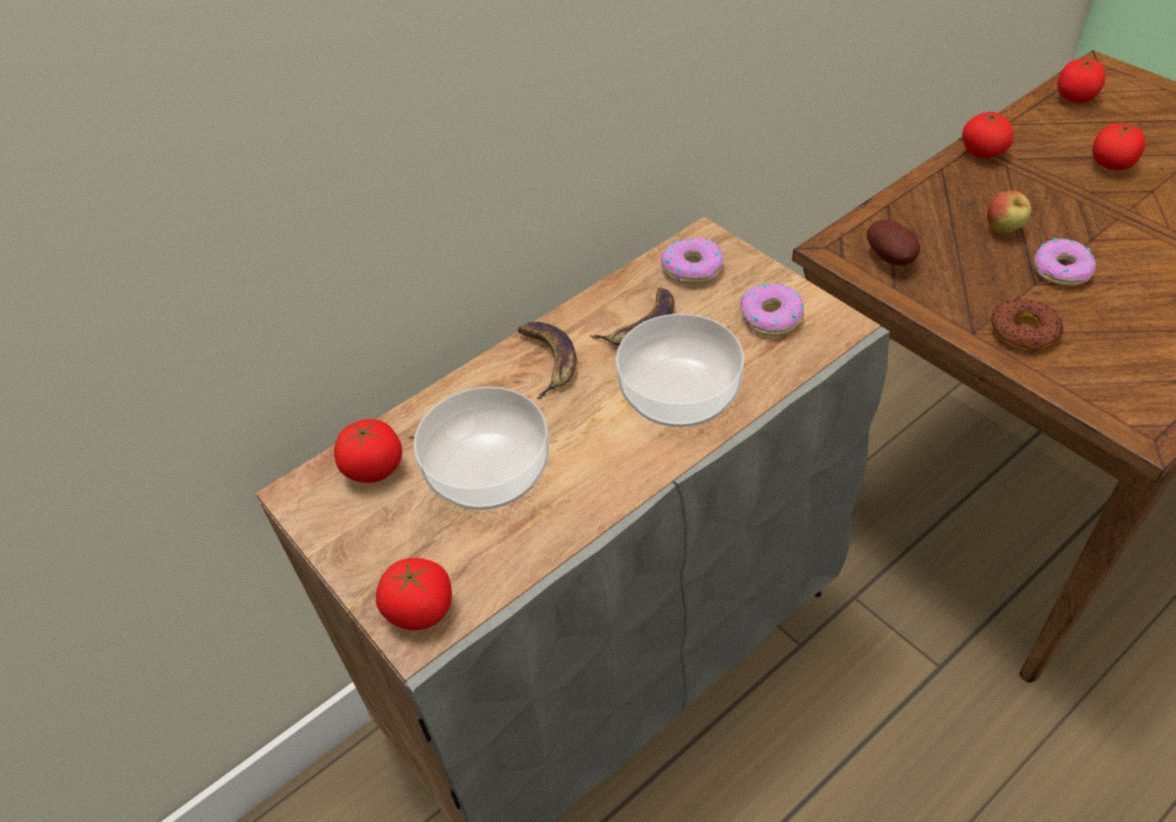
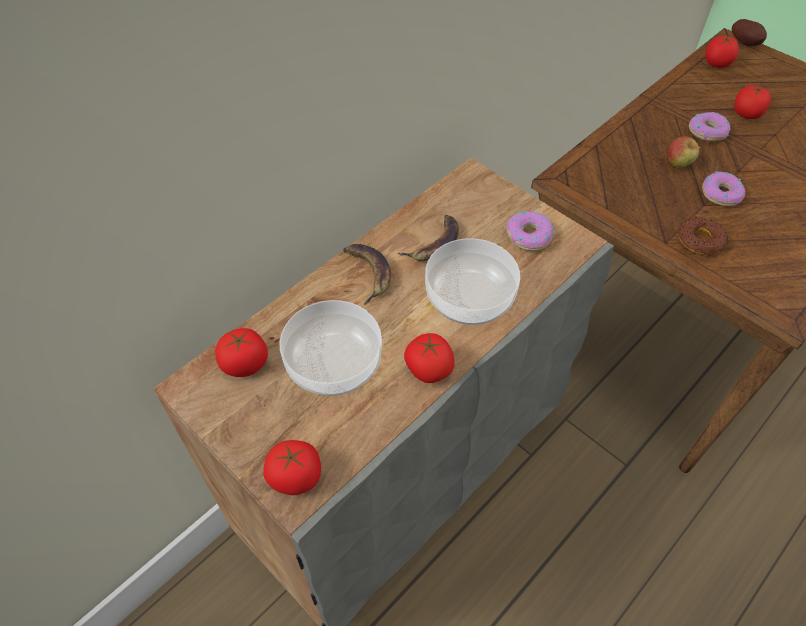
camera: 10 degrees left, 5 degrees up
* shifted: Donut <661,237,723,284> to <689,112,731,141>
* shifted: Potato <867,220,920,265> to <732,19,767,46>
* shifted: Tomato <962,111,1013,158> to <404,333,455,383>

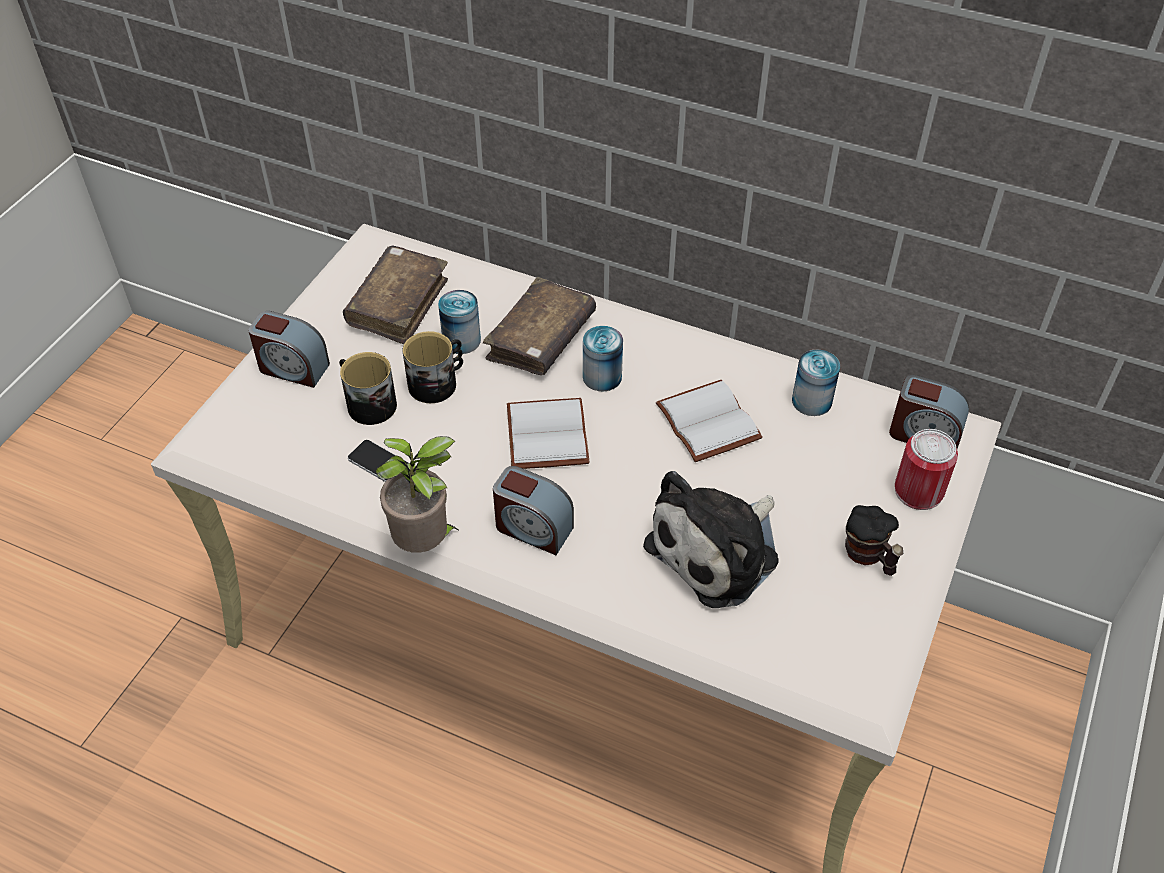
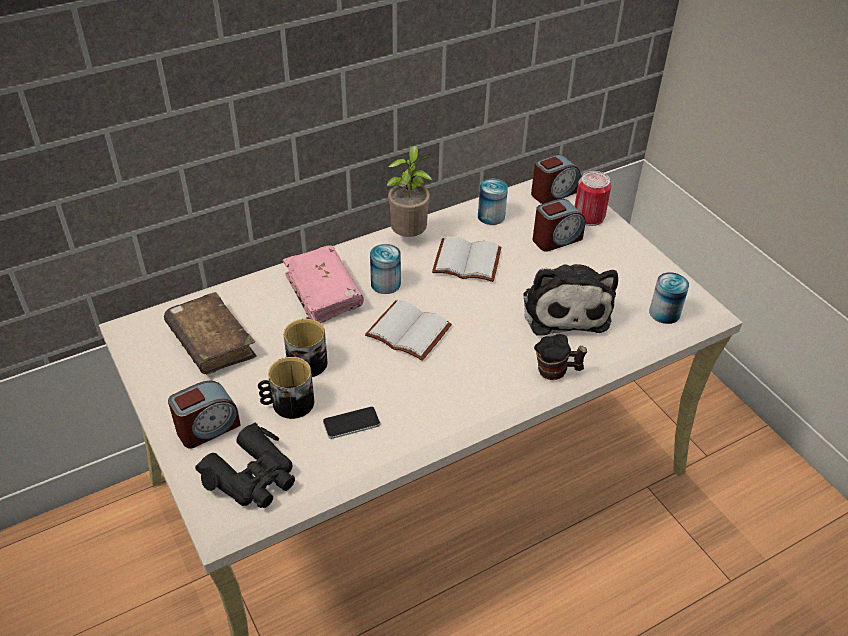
camera: 55 degrees left, 5 degrees down
* shifted: PottedPlant <376,436,460,553> to <387,145,433,237>
* shifted: Can <438,290,481,354> to <649,272,689,324>
* repainted: BrownBook <483,277,596,375> to PinkBook <283,245,364,323>
* shifted: AlarmClock <493,466,574,555> to <533,199,586,252>
* shifted: Mug <845,505,903,576> to <534,334,587,380>
* new: BlackBinoculars <195,423,295,508>

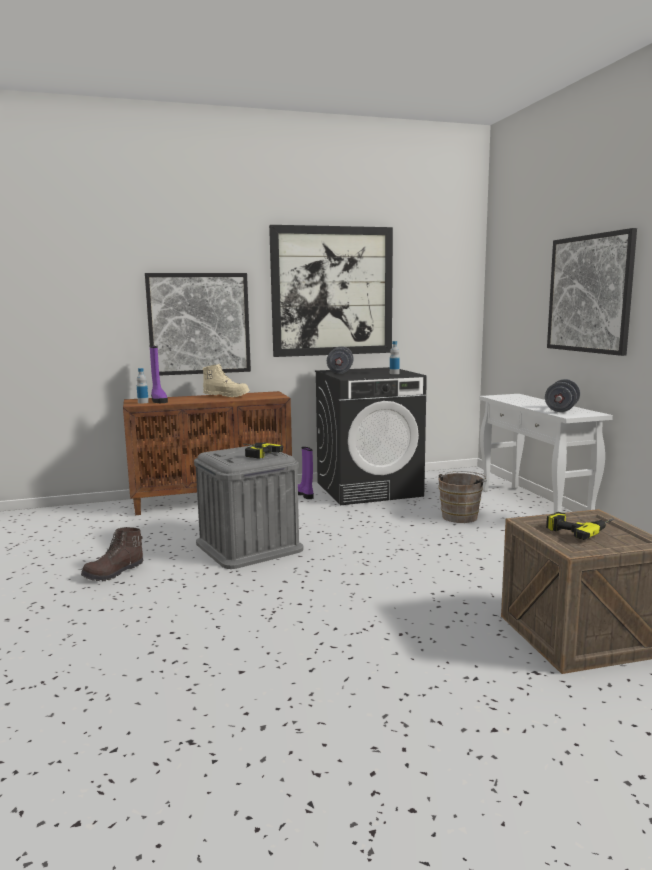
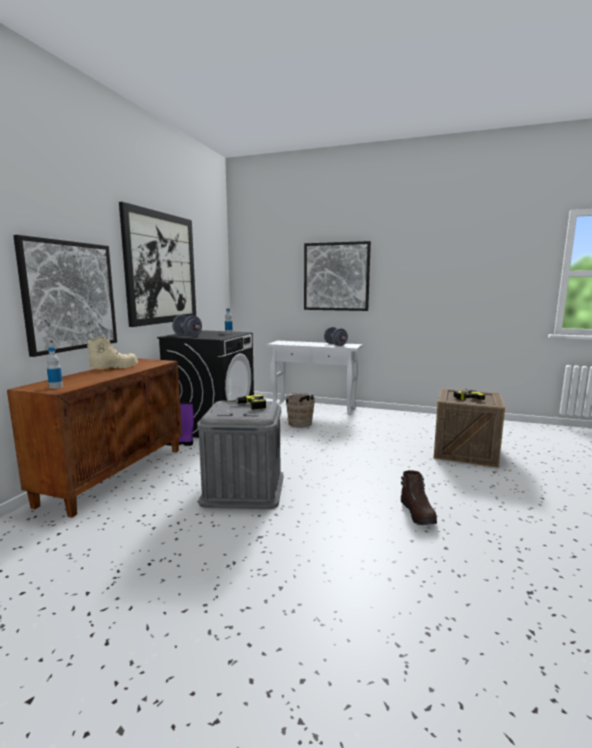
camera: 55 degrees left, 0 degrees up
* shifted: BrownBoot <81,527,144,581> to <401,470,437,525>
* gone: PurpleBoot <150,345,168,403>

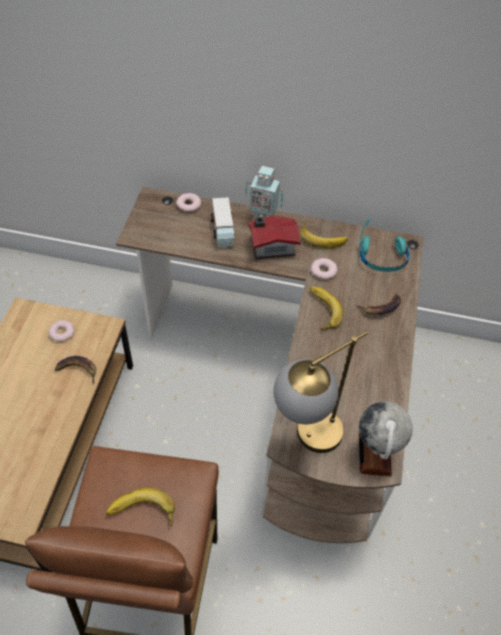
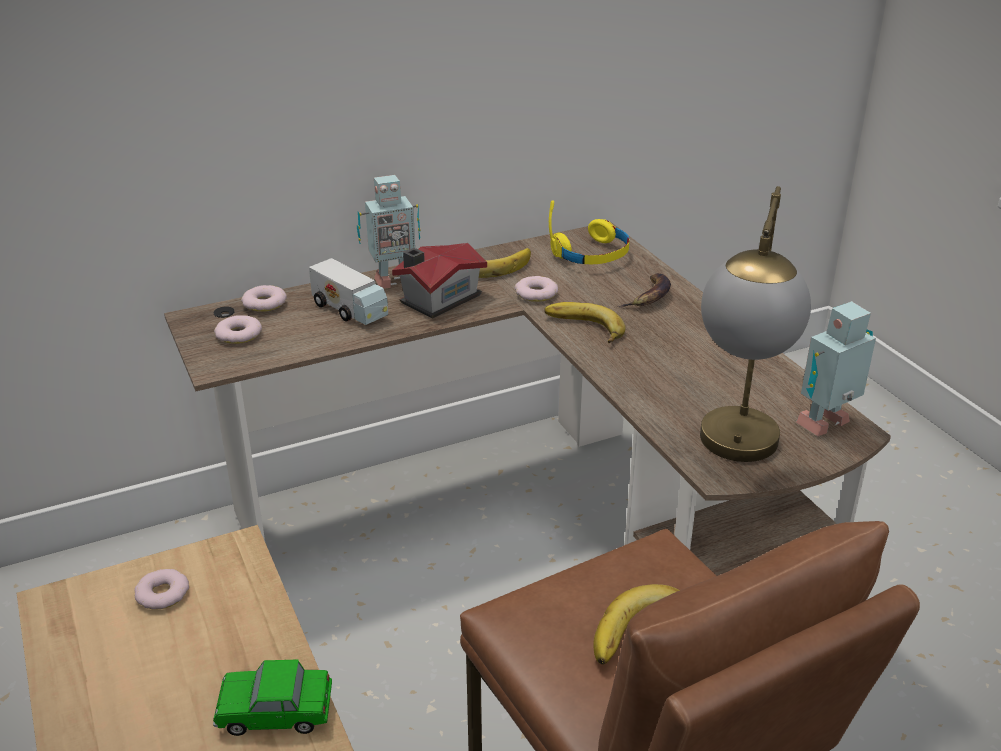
camera: 35 degrees left, 20 degrees down
* gone: Banana <54,356,96,384>
* repainted: TurquoiseHeadphones <359,218,410,272> to YellowHeadphones <549,200,630,264>
* swapped: Globe <359,401,413,476> to ToyRobot <796,301,876,436>
* new: ToyCar <213,659,332,736>
* new: Donut <214,315,262,344>

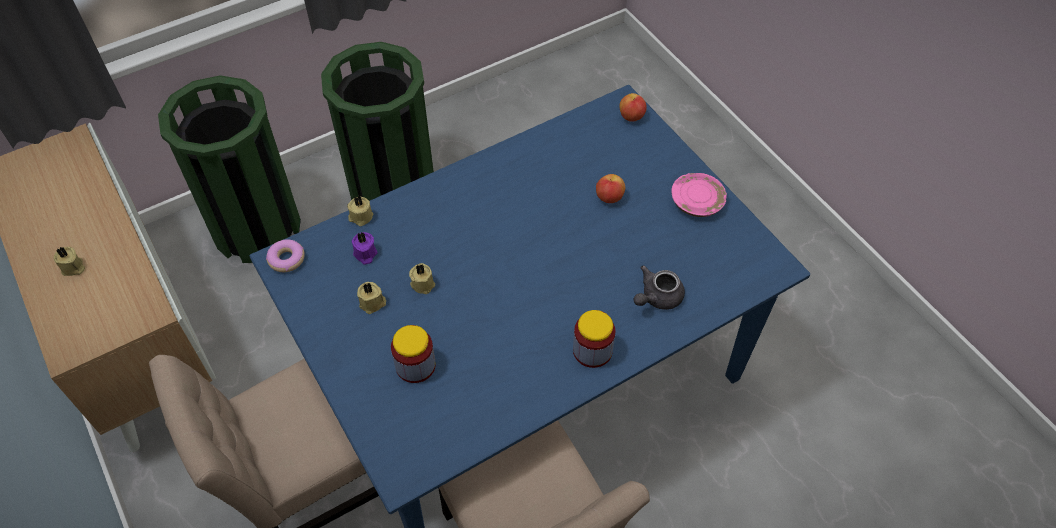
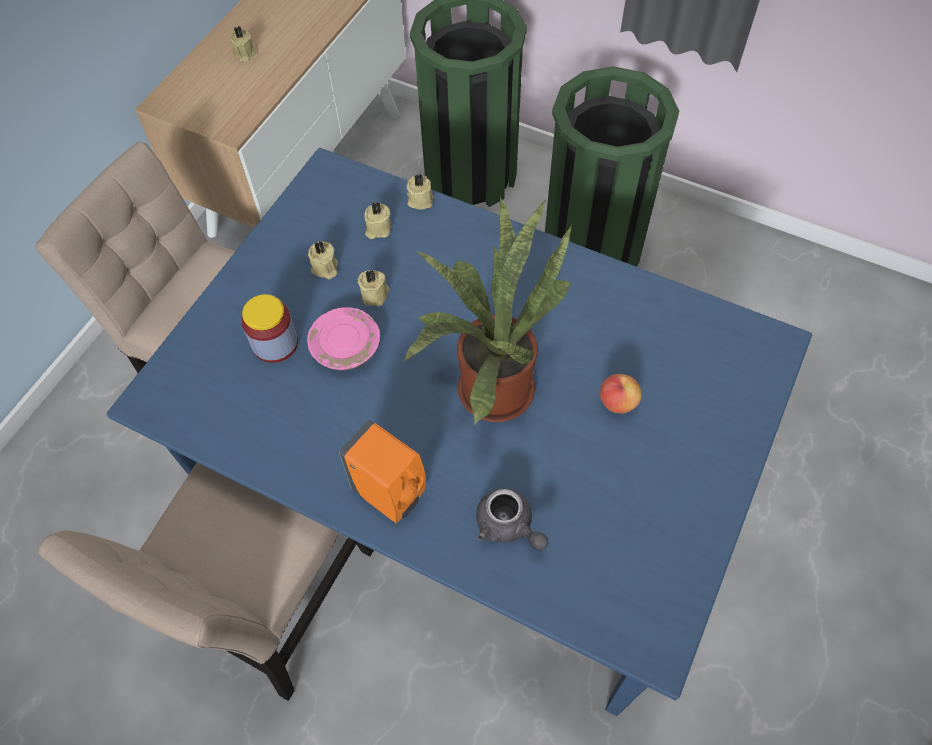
camera: 60 degrees right, 5 degrees up
* gone: Donut <266,239,305,272>
* repainted: PurpleCandle <352,232,377,264> to BeigeCandle <364,202,391,239>
* swapped: Jar <573,310,615,368> to OrangeSoapDispenser <340,420,426,523>
* gone: Apple <619,93,647,122>
* rotated: GreyTeapot <634,266,685,310> = <476,488,548,551> 150 degrees counterclockwise
* shifted: PinkPlate <671,173,727,217> to <307,307,380,370>
* new: PottedPlant <404,196,572,425>

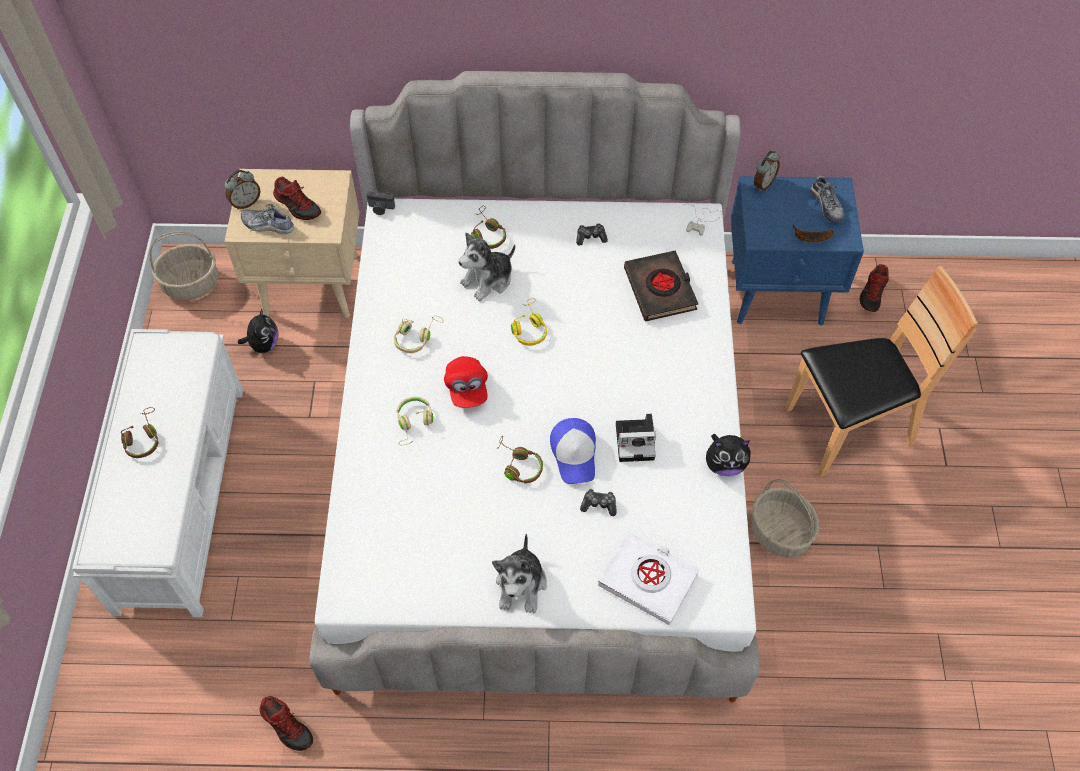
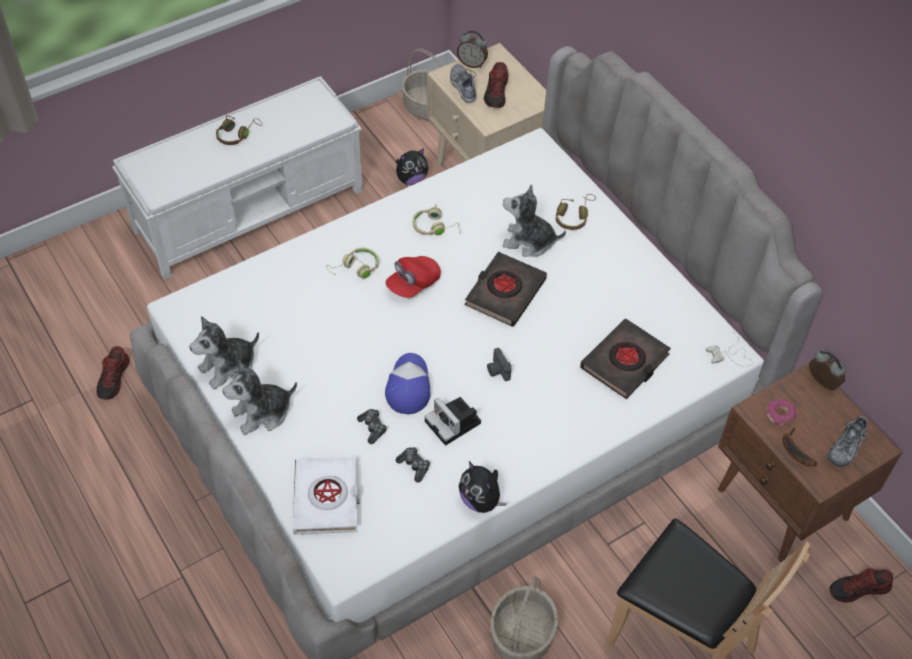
camera: 55 degrees right, 5 degrees down
* shifted: PhotoCamera <367,191,395,215> to <487,348,512,381>
* gone: BrownHeadphones <497,436,543,483>
* swapped: YellowHeadphones <511,298,547,346> to BlackBook <465,252,547,327>
* rotated: Cap <550,418,596,484> = <385,353,430,414> 135 degrees clockwise
* shifted: GameController <576,223,608,246> to <396,447,430,482>
* repainted: BlueNightstand <731,176,864,325> to BrownNightstand <718,362,902,562>
* rotated: AlarmClock <754,151,780,192> = <809,350,845,390> 135 degrees counterclockwise
* new: PlushToy <189,316,259,389>
* new: Donut <766,398,796,425>

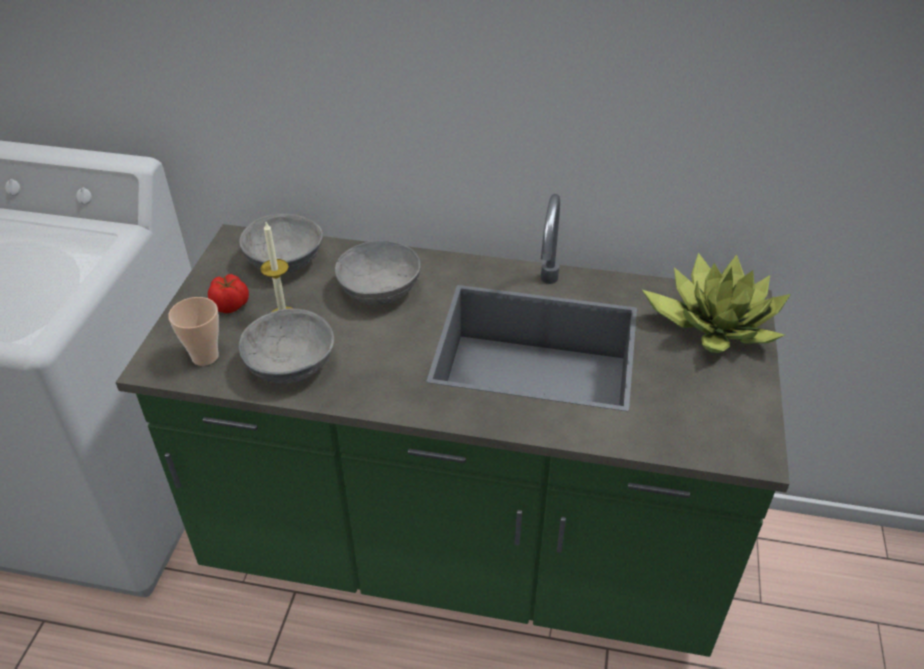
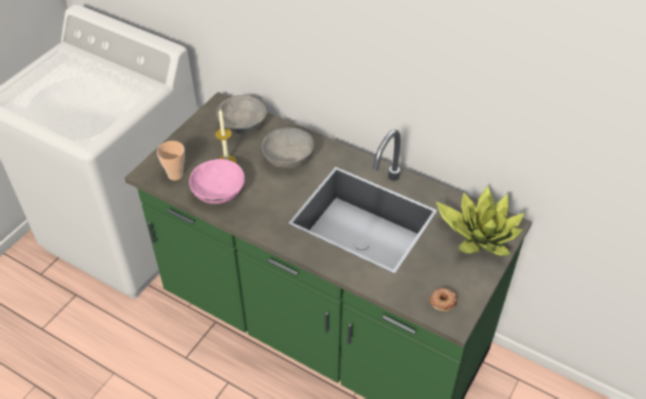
camera: 20 degrees right, 5 degrees up
* gone: Tomato <208,274,249,313>
* repainted: GreyBowl <238,308,334,384> to PinkBowl <189,159,245,204>
* new: Donut <429,288,457,311>

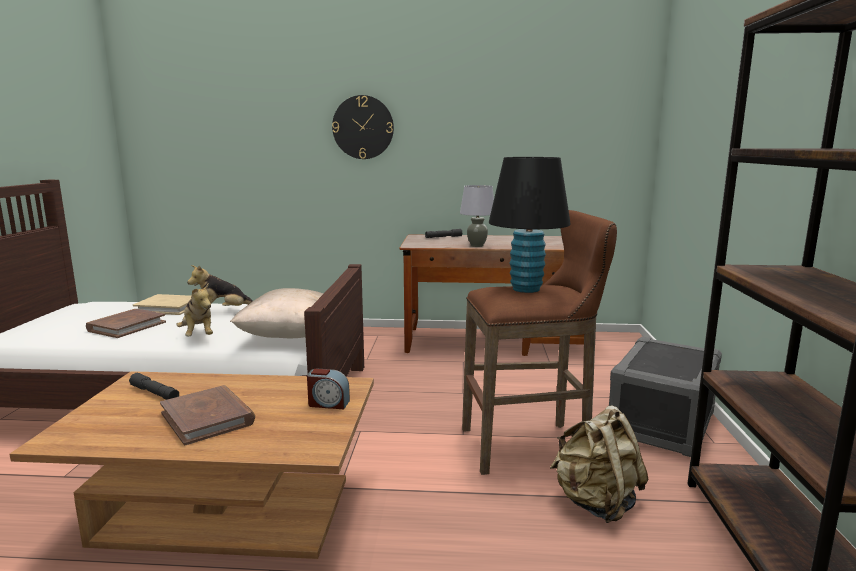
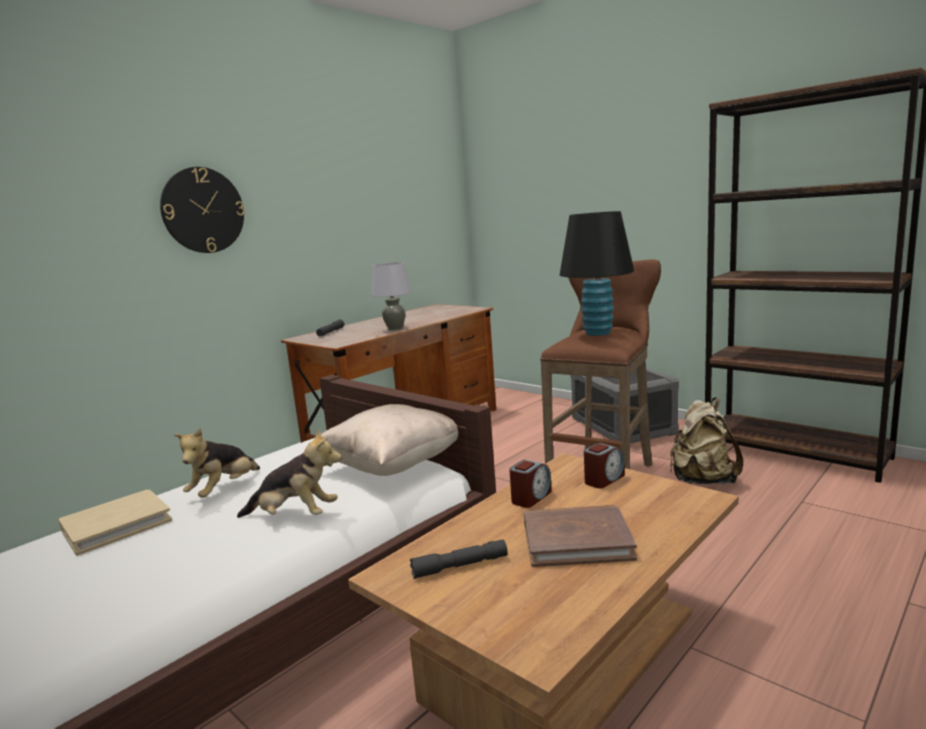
camera: 50 degrees left, 0 degrees up
* gone: BrownBook <86,309,166,338>
* new: AlarmClock <509,460,552,508>

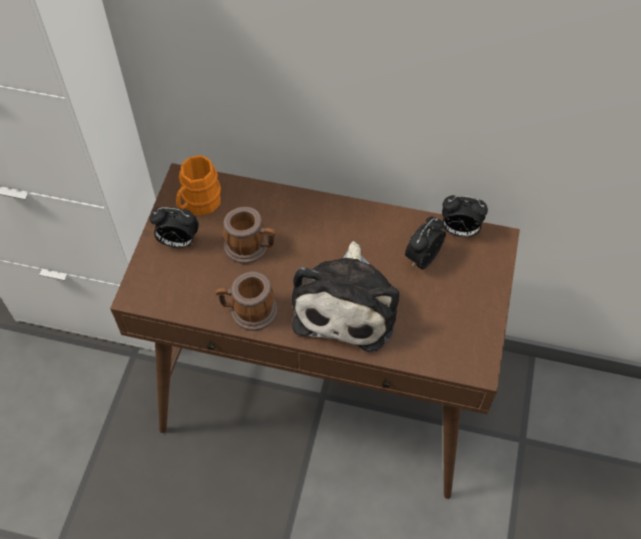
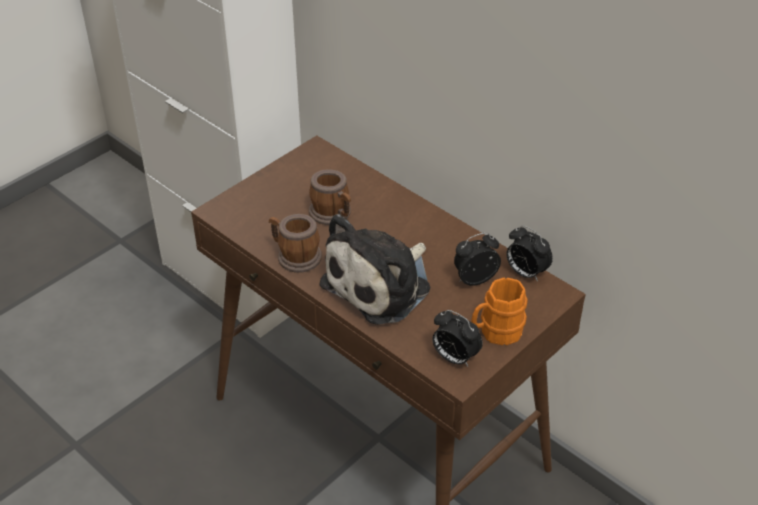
camera: 30 degrees right, 15 degrees down
* shifted: AlarmClock <149,207,199,248> to <432,310,483,367>
* shifted: OrangeMug <176,155,221,216> to <471,278,528,345>

